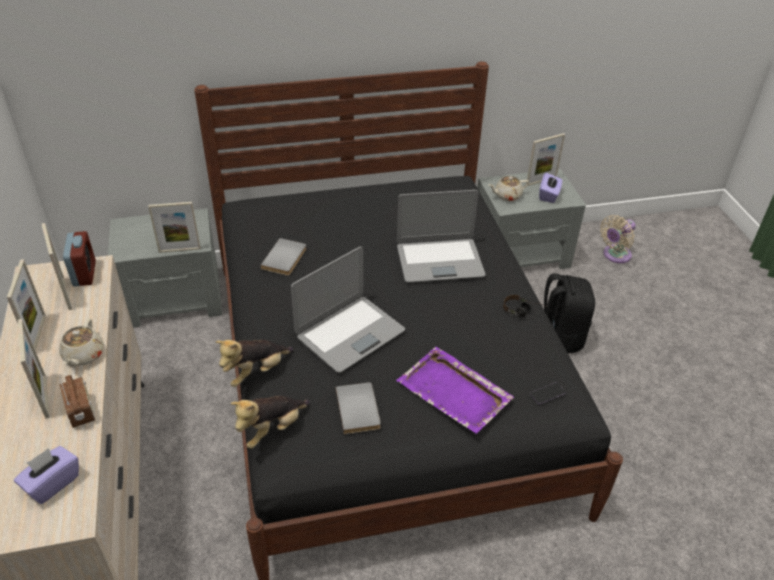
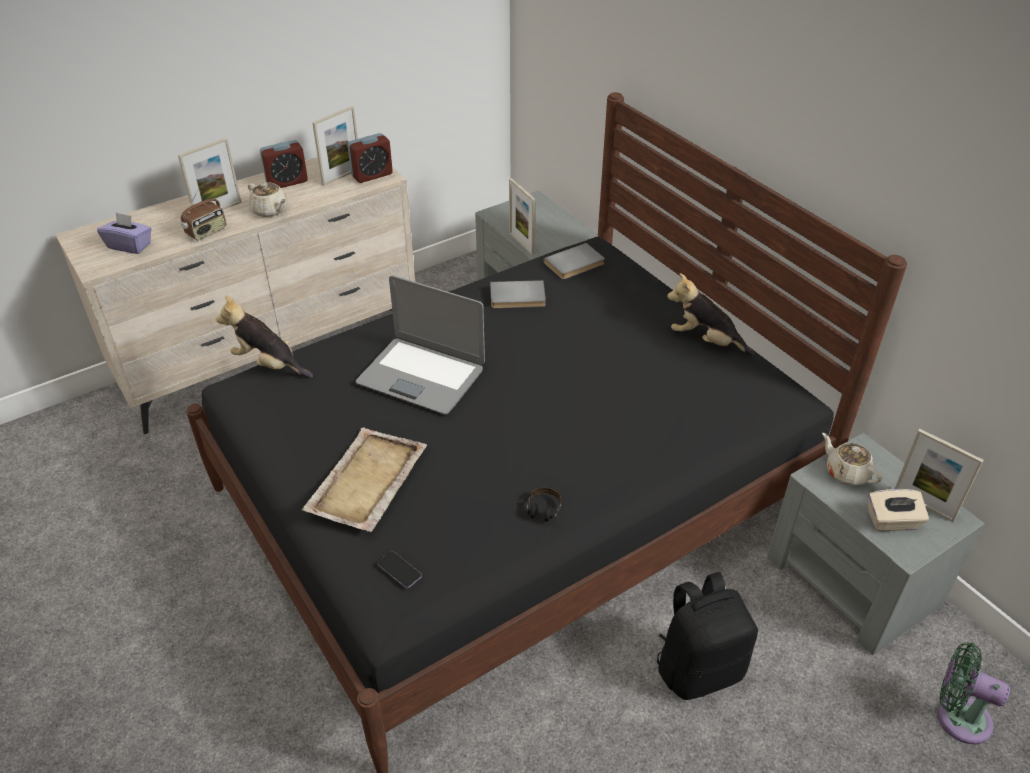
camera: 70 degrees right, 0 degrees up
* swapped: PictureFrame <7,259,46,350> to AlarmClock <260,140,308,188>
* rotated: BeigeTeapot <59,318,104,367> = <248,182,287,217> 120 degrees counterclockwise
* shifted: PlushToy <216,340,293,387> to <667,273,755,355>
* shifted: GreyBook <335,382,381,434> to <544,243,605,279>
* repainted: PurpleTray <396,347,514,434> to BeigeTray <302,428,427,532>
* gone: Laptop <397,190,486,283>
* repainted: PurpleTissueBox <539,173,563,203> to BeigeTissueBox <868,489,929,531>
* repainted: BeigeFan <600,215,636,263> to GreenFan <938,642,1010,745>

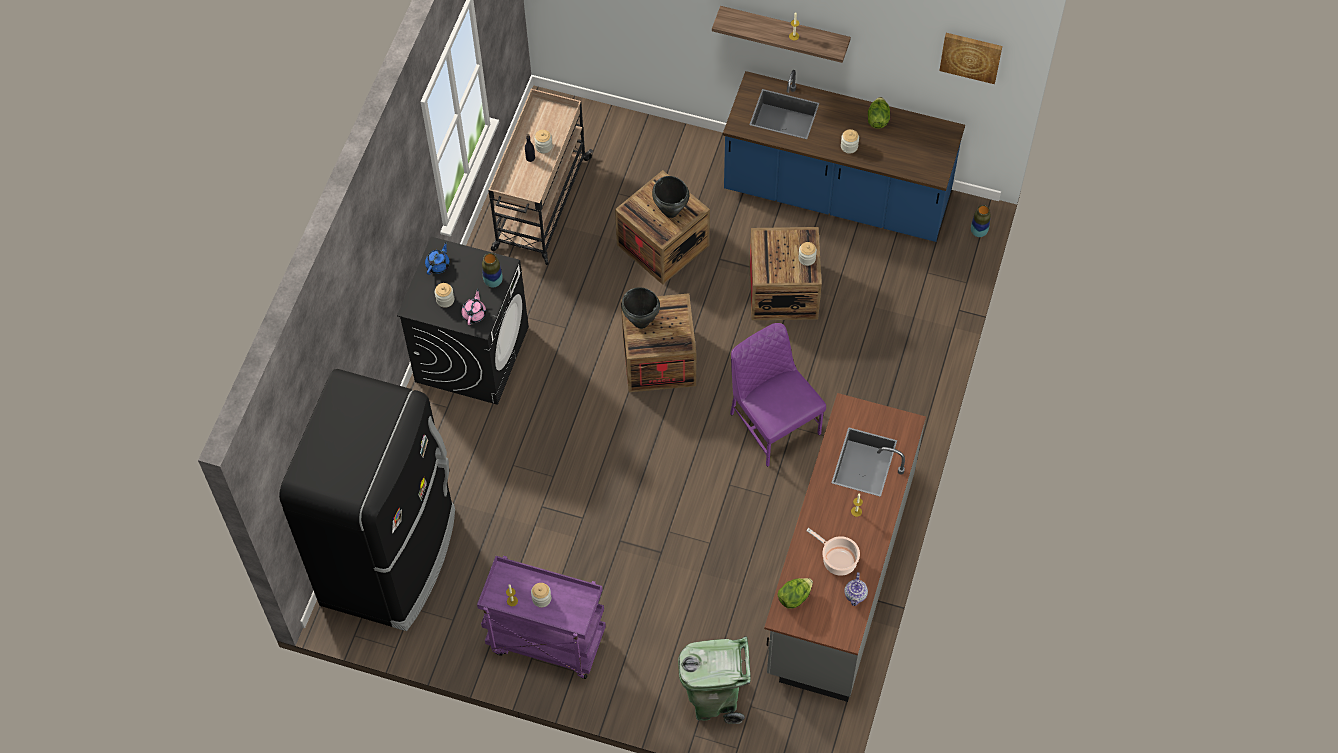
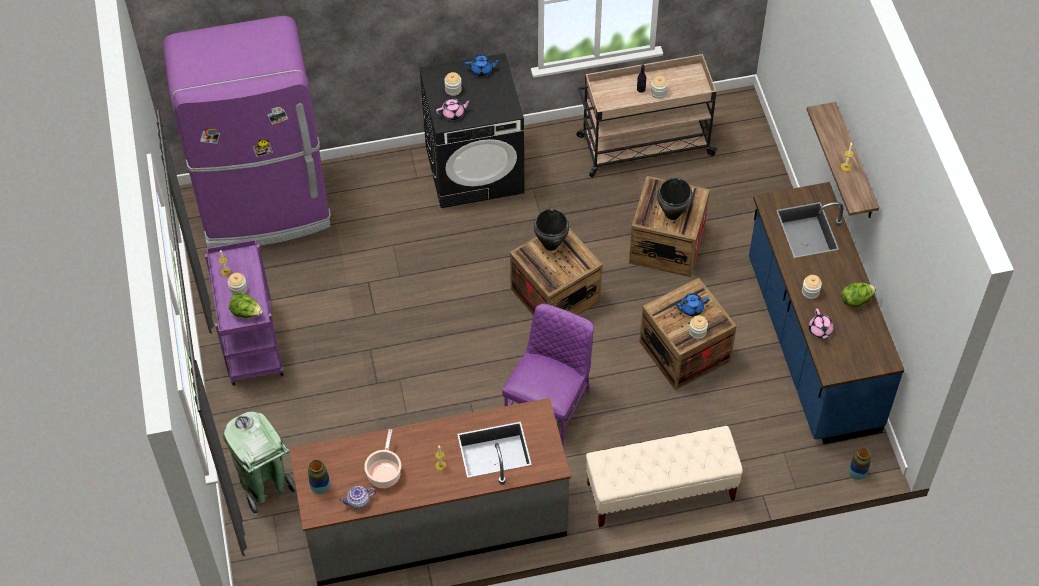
camera: 60 degrees right, 5 degrees down
* repainted: BlackFridge <279,369,455,631> to PurpleFridge <163,16,331,248>
* shifted: Vase <482,253,503,288> to <308,459,330,494>
* shifted: Lettuce <777,578,813,609> to <229,293,263,318>
* gone: Picture <939,33,1002,84>
* new: BeigeBench <586,426,743,527>
* new: BlueTeapot <673,293,710,316>
* new: PinkTeapot <809,309,834,340>

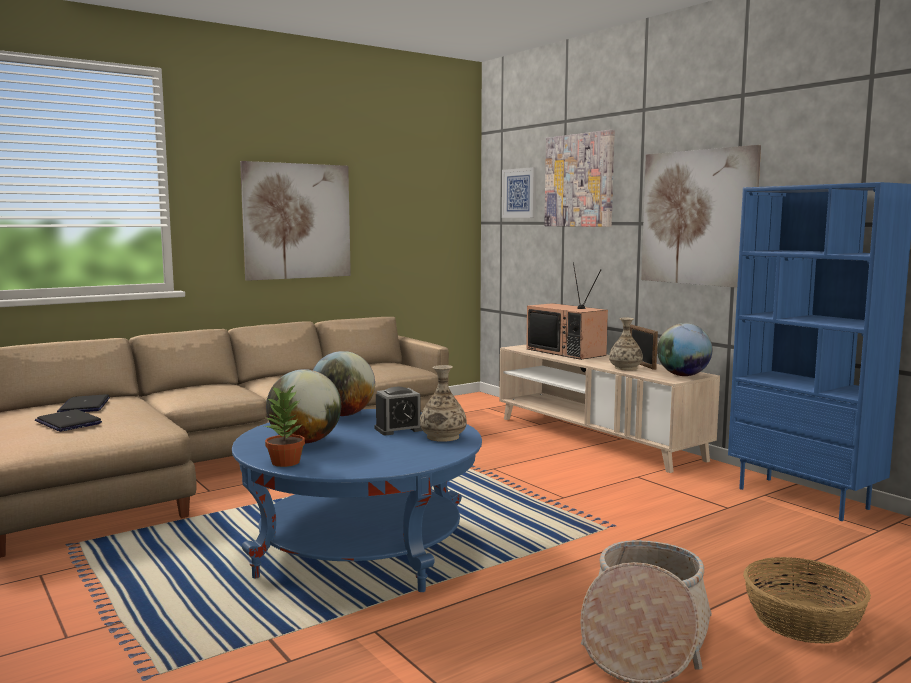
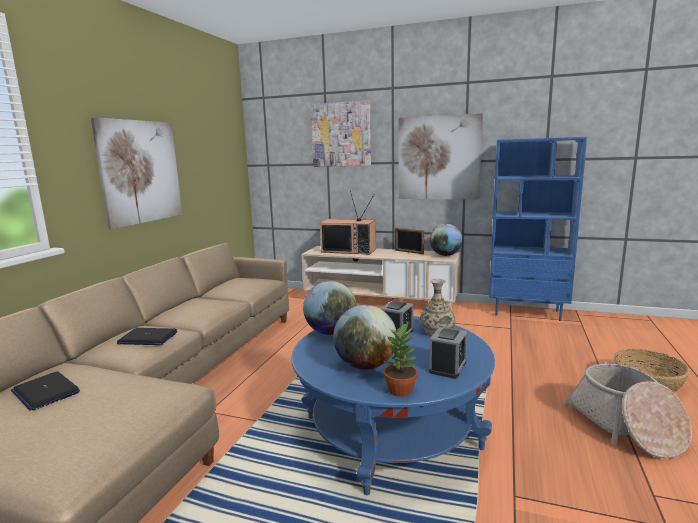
camera: 35 degrees left, 5 degrees up
* shifted: Laptop <35,409,102,432> to <117,328,177,345>
* gone: Picture <502,167,536,218>
* gone: Vase <609,318,643,370>
* new: AlarmClock <429,327,467,379>

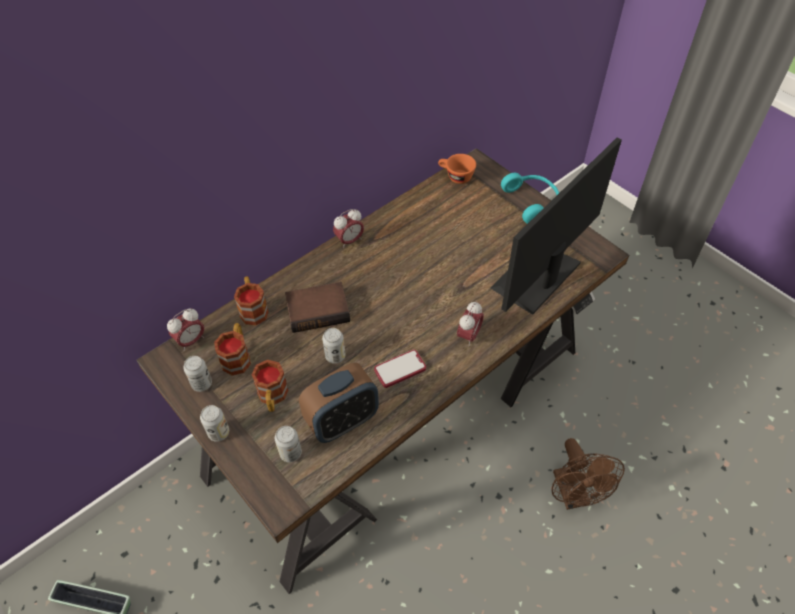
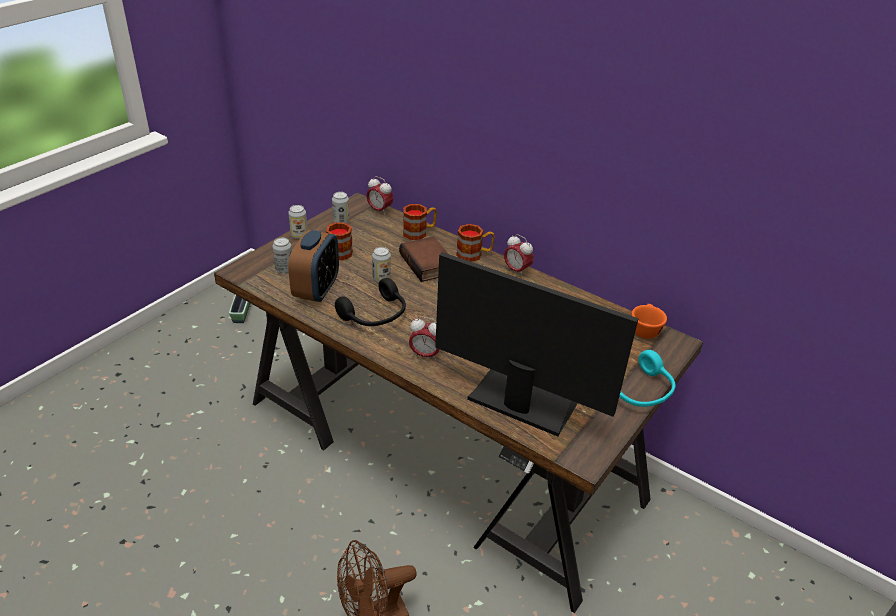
camera: 75 degrees right, 15 degrees down
* shifted: Mug <214,323,251,376> to <456,224,495,262>
* rotated: AlarmClock <299,363,379,443> = <288,230,339,302> 120 degrees counterclockwise
* swapped: Phone <374,350,426,388> to BlackHeadphones <335,278,406,326>

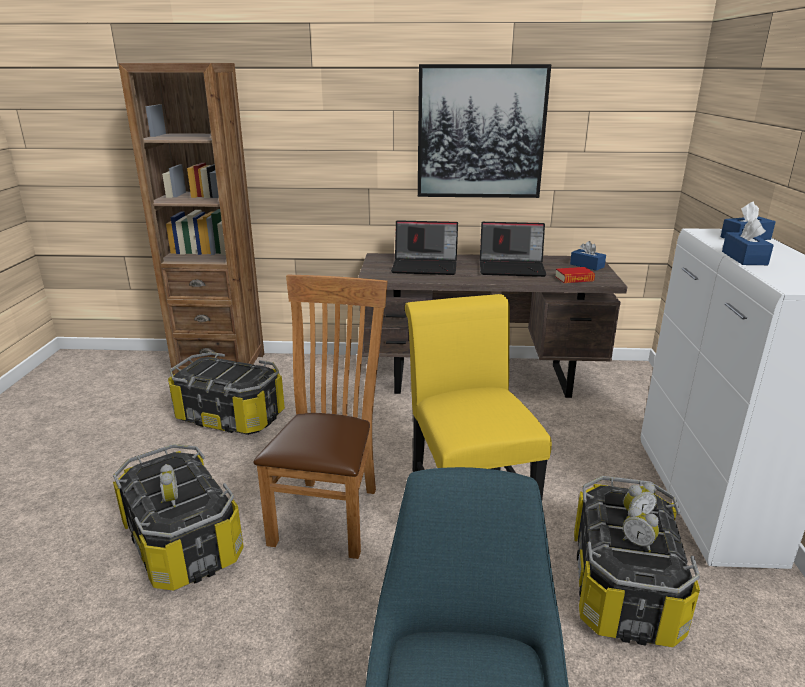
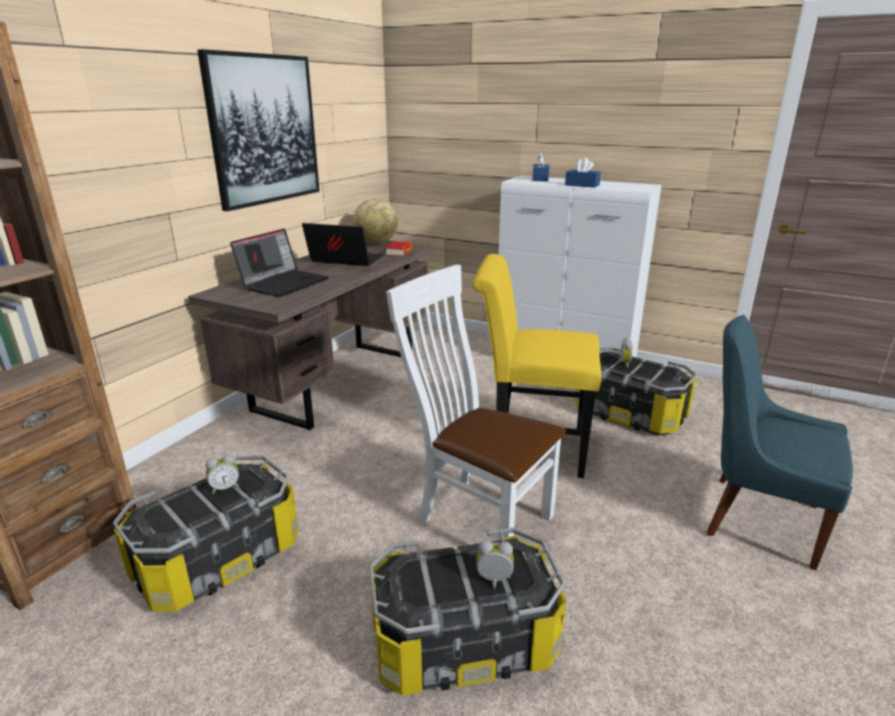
camera: 65 degrees left, 0 degrees up
* repainted: BrownChair <253,275,388,559> to WhiteChair <386,265,566,541>
* rotated: Laptop <480,222,547,277> = <302,223,384,266> 105 degrees counterclockwise
* swapped: BlueTissueBox <570,241,606,271> to Globe <353,199,398,245>
* shifted: AlarmClock <623,507,659,552> to <205,454,239,494>

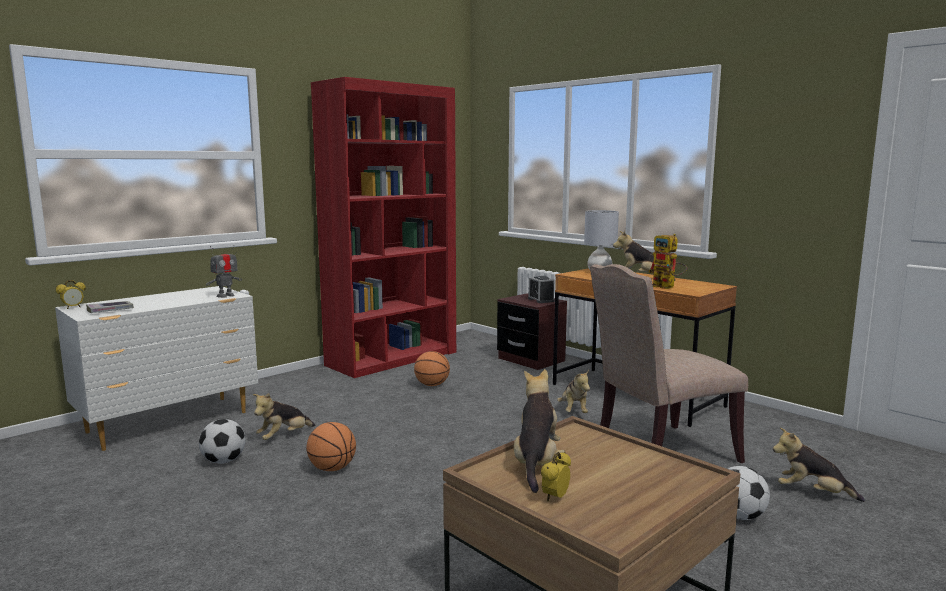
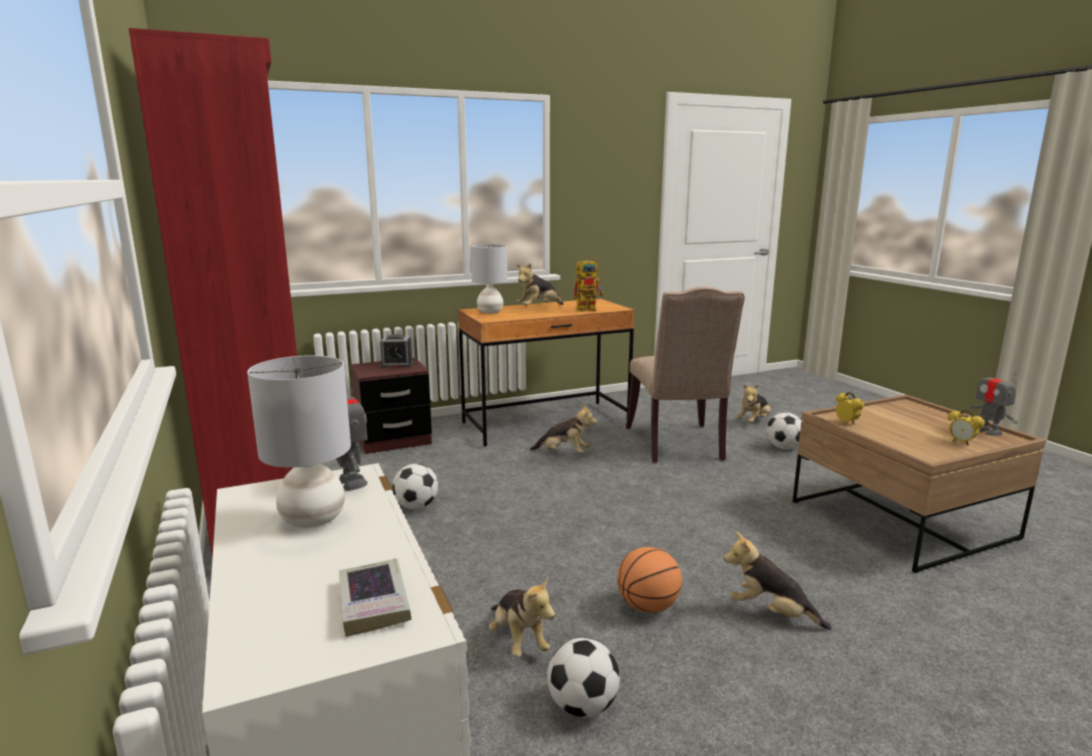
camera: 70 degrees left, 5 degrees up
* shifted: AlarmClock <56,280,86,309> to <836,392,864,425>
* swapped: Basketball <414,351,450,386> to Football <392,464,438,509>
* shifted: PlushToy <514,369,565,493> to <724,532,832,630>
* new: GreyTableLamp <247,355,351,528>
* new: ToyRobot <970,364,1017,436>

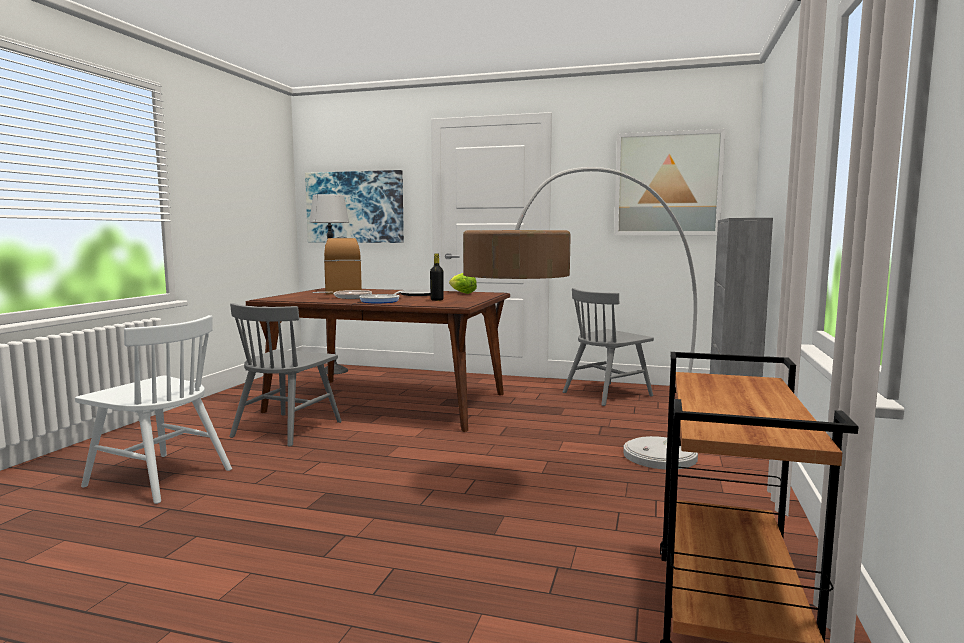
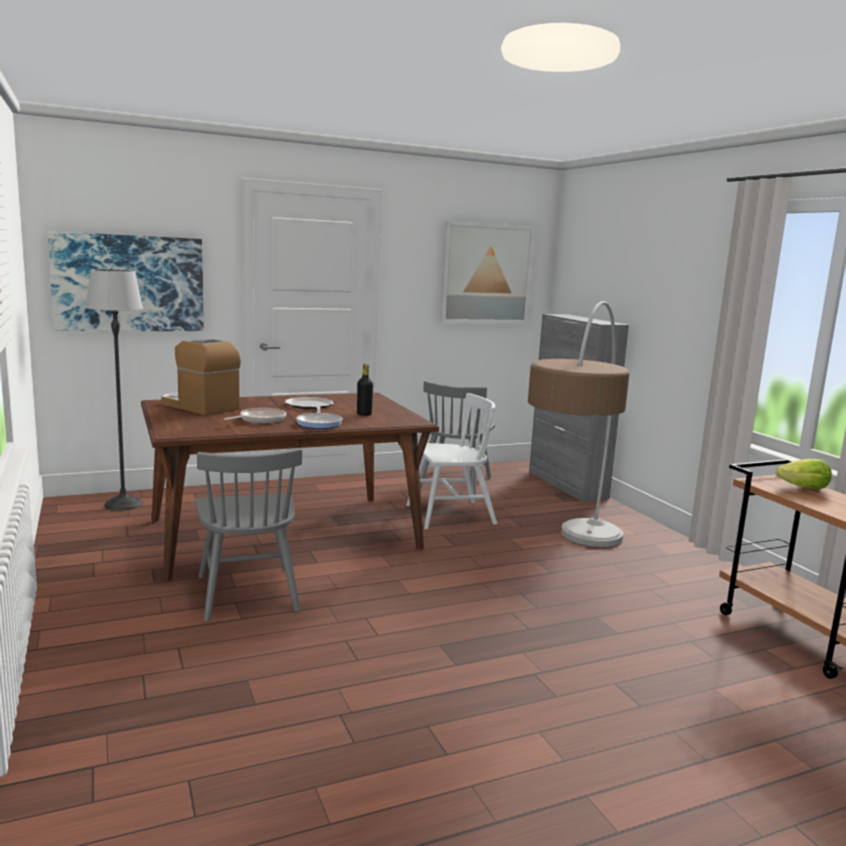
camera: 40 degrees left, 5 degrees up
* shifted: WhiteChair <75,315,232,504> to <406,393,497,529>
* shifted: Lettuce <449,273,477,294> to <776,459,832,490>

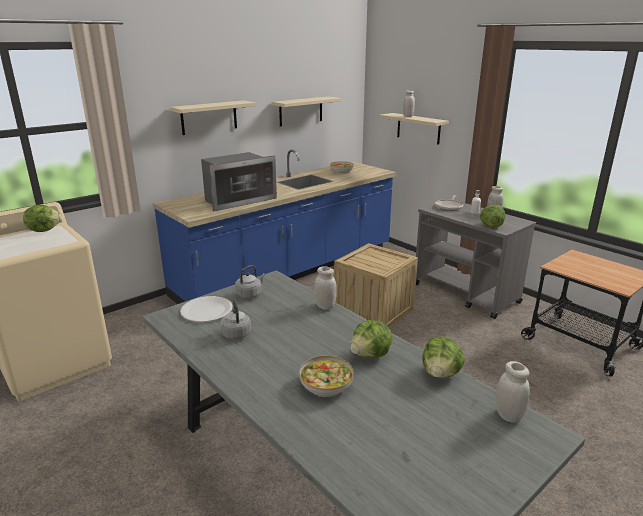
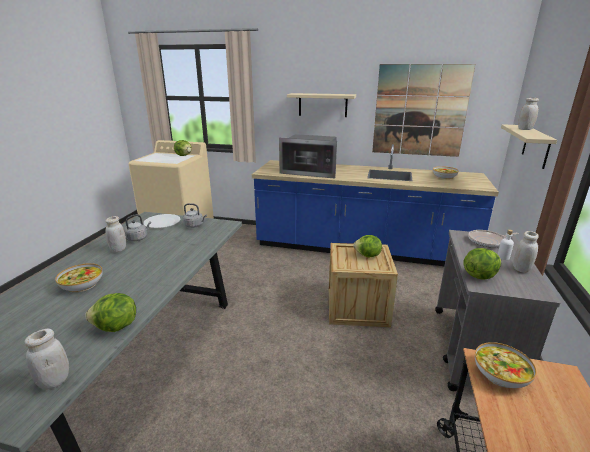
camera: 55 degrees right, 0 degrees up
* swapped: BeigeShelf <272,96,341,127> to Picture <372,64,475,157>
* shifted: WhiteJar <314,266,337,310> to <105,216,126,252>
* shifted: Lettuce <350,320,393,358> to <353,235,382,258>
* new: Bowl <475,342,537,388>

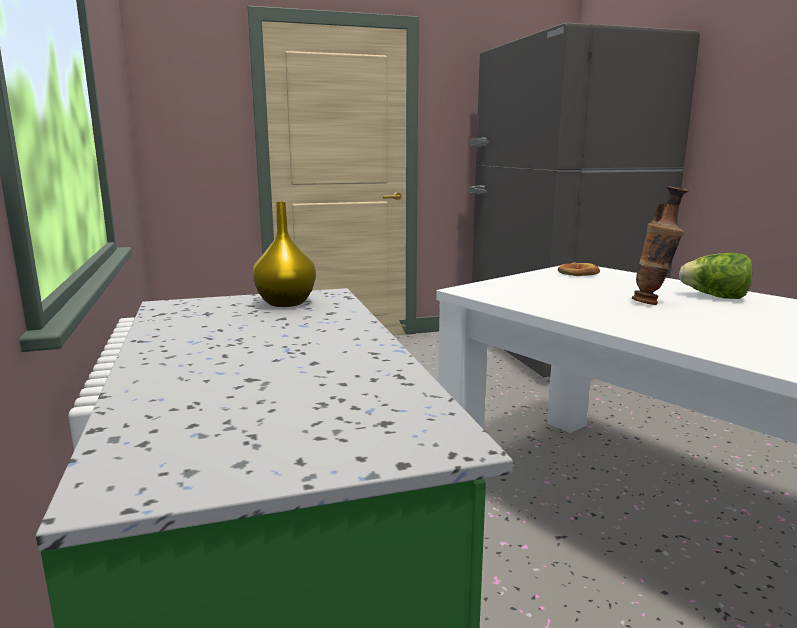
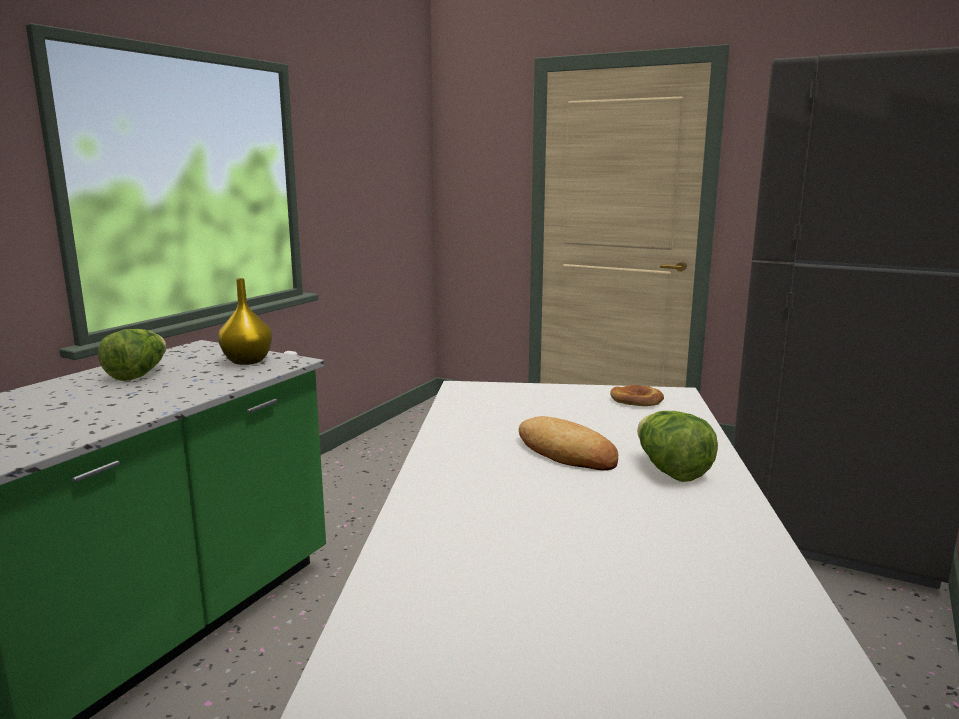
camera: 45 degrees right, 0 degrees up
* swapped: Vase <632,187,689,305> to Bread <519,416,618,470>
* new: Lettuce <98,329,166,381>

